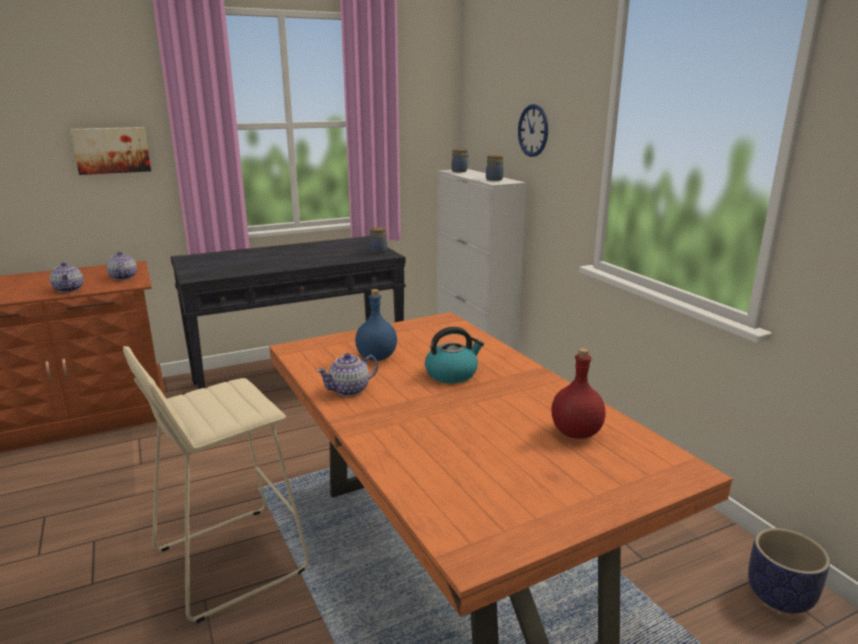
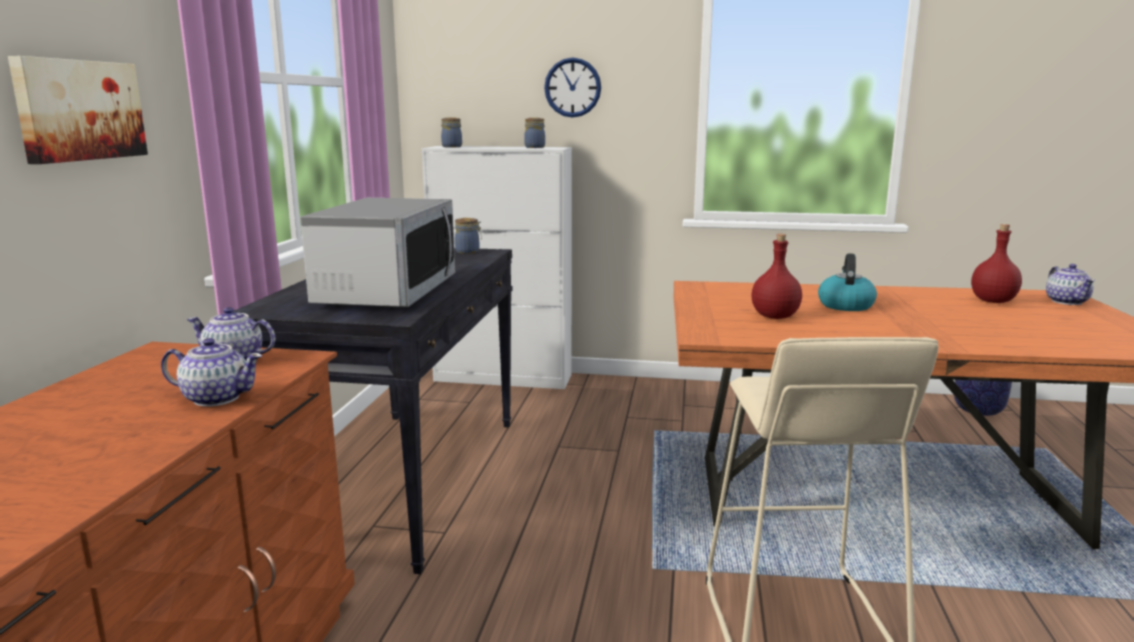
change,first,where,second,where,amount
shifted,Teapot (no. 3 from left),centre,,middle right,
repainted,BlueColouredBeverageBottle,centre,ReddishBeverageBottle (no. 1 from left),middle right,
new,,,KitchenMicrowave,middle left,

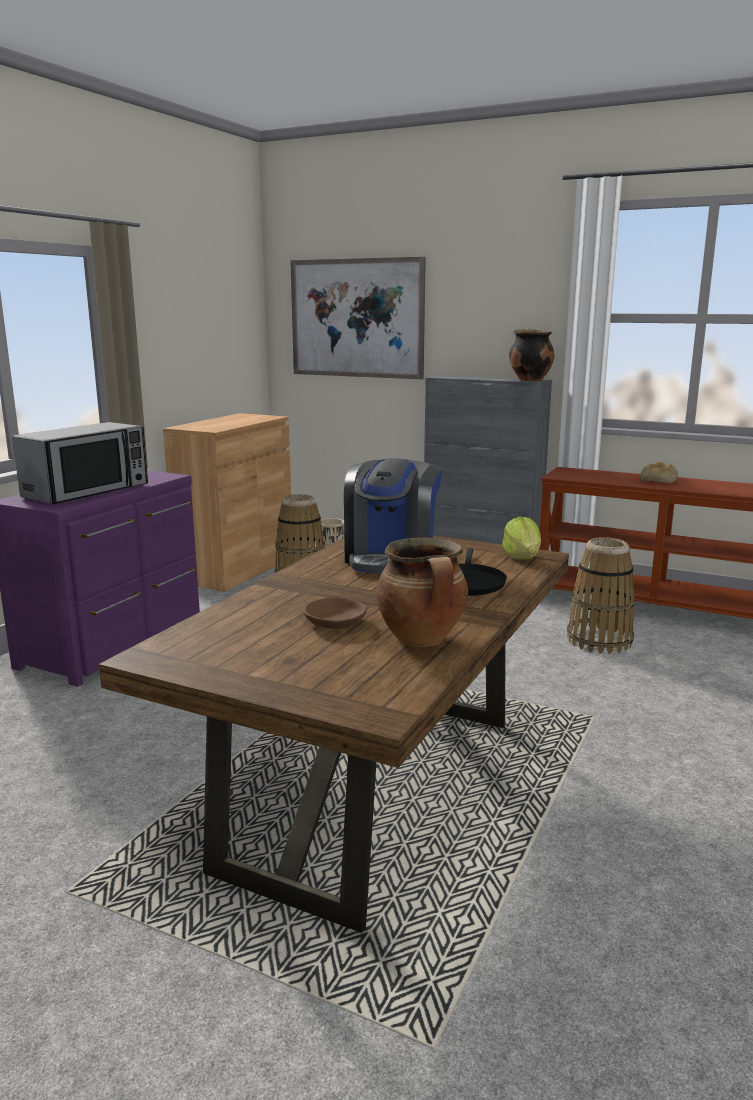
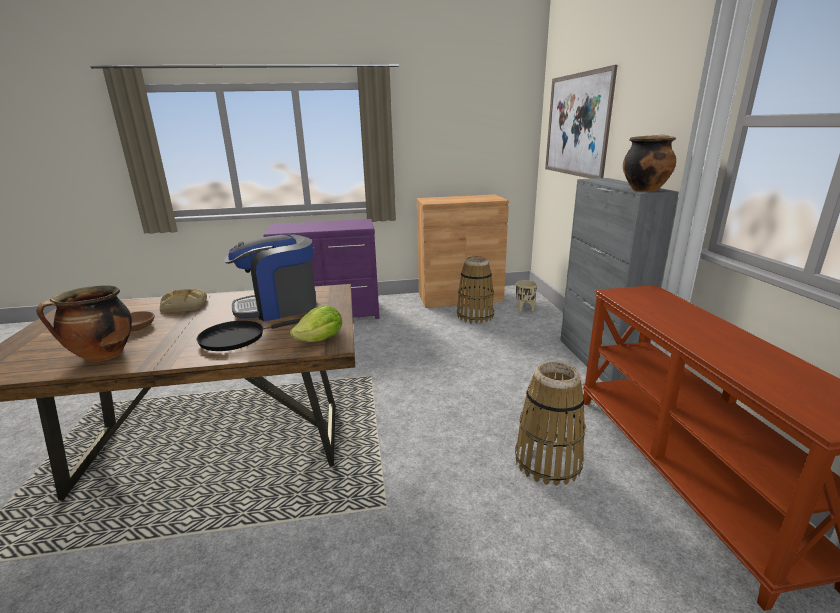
change,first,where,second,where,amount
gone,KitchenMicrowave,middle left,,,
shifted,BakedBread,middle right,,middle left,

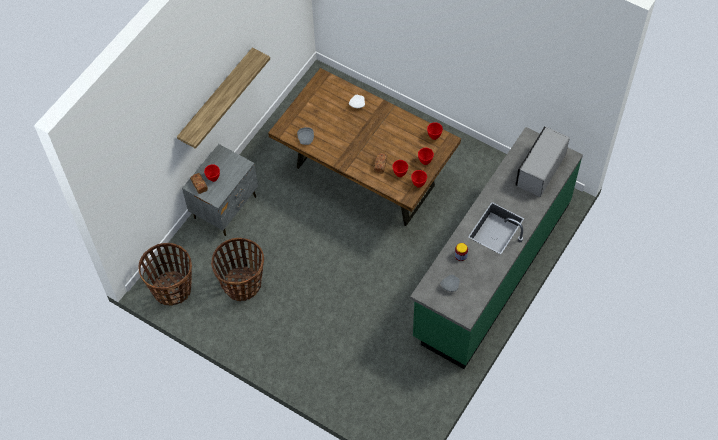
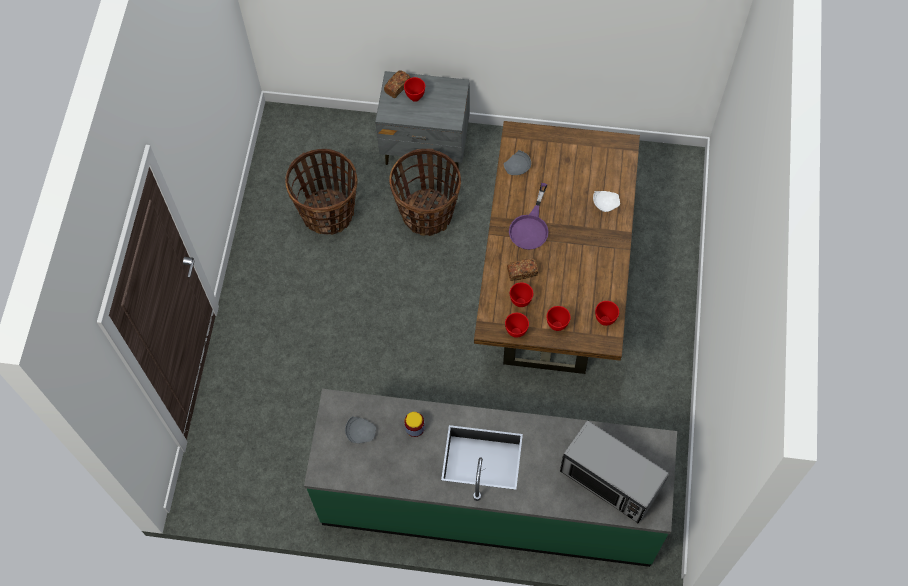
change,first,where,second,where,amount
shifted,Basket (no. 1 from left in the first image),middle left,Basket (no. 2 from left),top centre,
gone,WallShelf,top left,,,
rotated,KitchenMicrowave,middle right,,bottom right,150 degrees counterclockwise
new,,,PurpleColouredPan,centre,

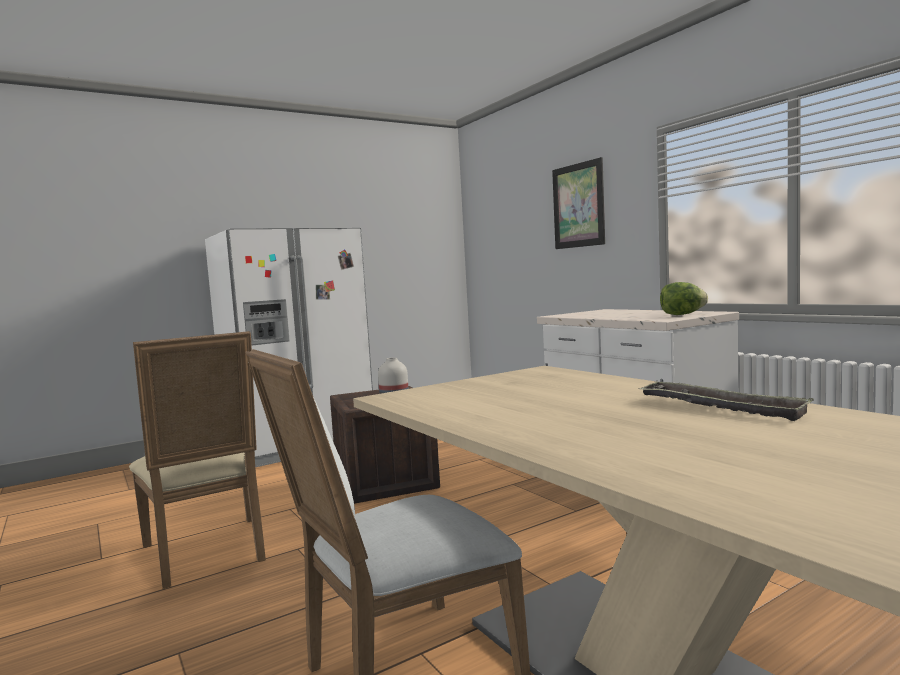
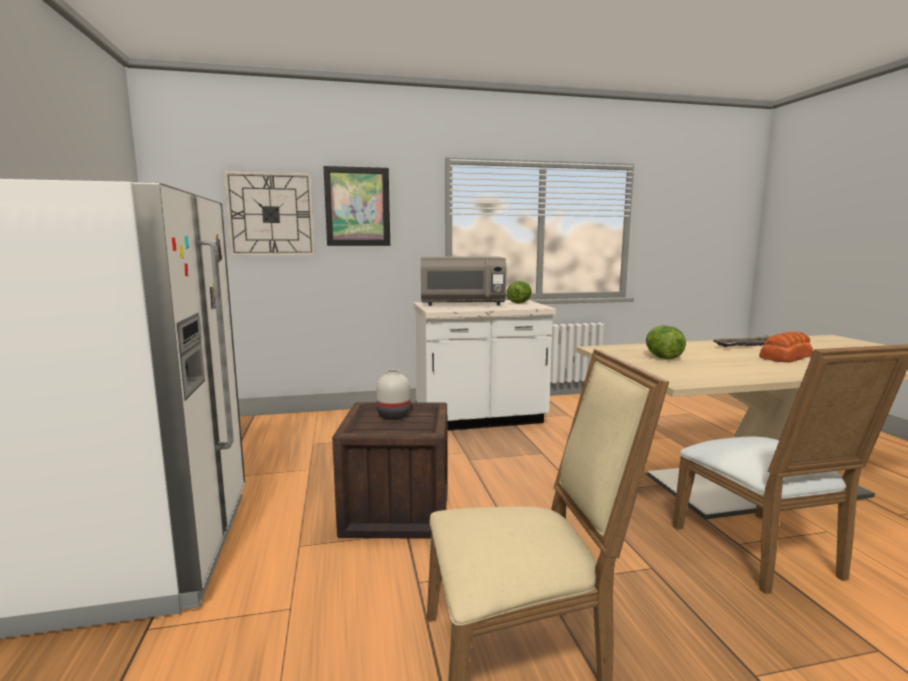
change,first,where,second,where,amount
new,,,ClockOnTheWall,top left,
new,,,GreyKitchenMicrowave,centre,
new,,,HeadOfLettuce (no. 2 from left),middle right,
new,,,BakedBread,middle right,

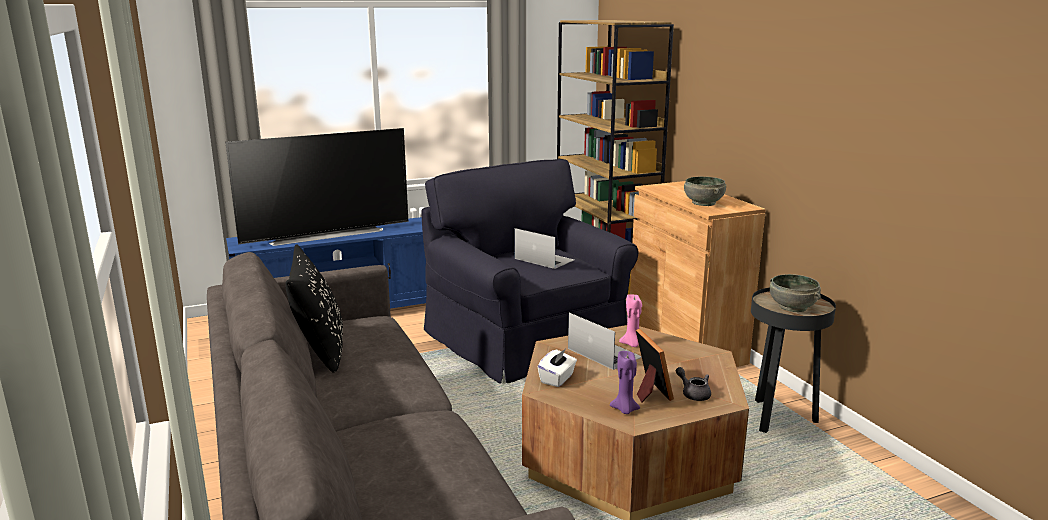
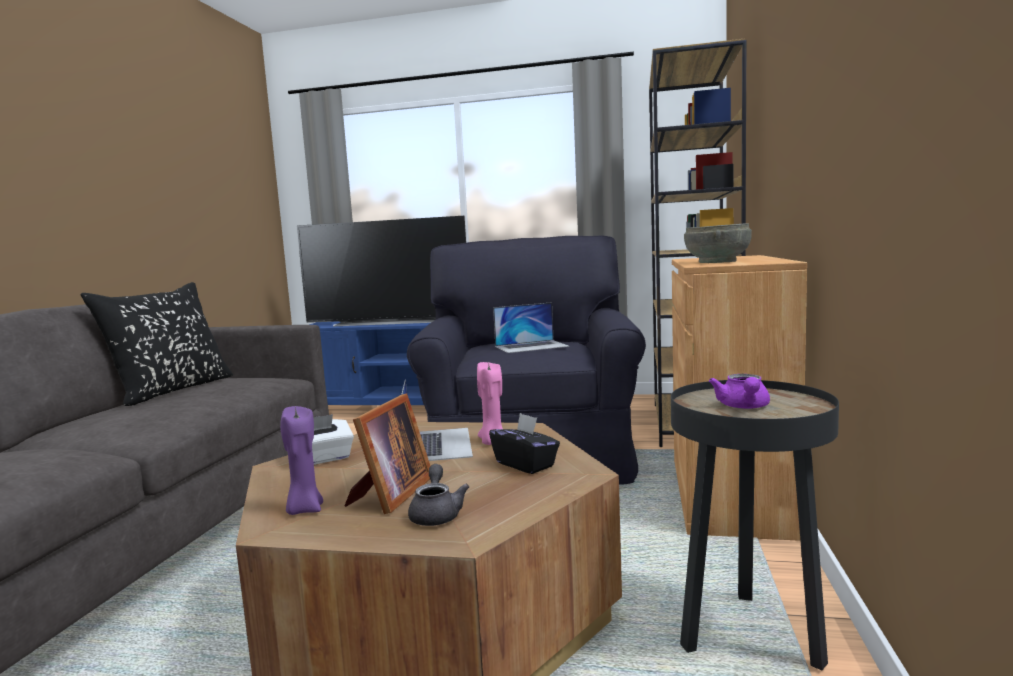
change,first,where,second,where,amount
rotated,Laptop (no. 1 from left in the first image),centre,Laptop (no. 2 from left),centre,90 degrees clockwise
swapped,GreyServingBowl (no. 2 from left),middle right,PurpleColouredTeapot,middle right,
new,,,BlackColouredTissueBox,centre,

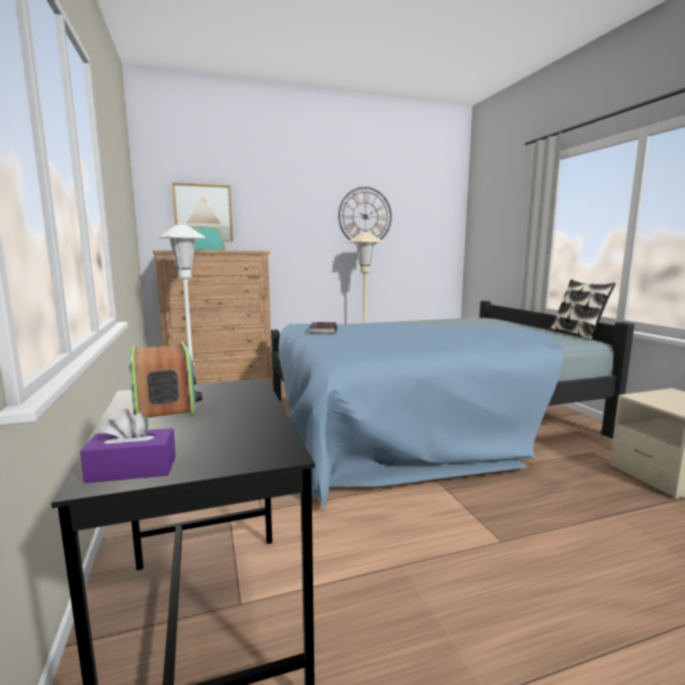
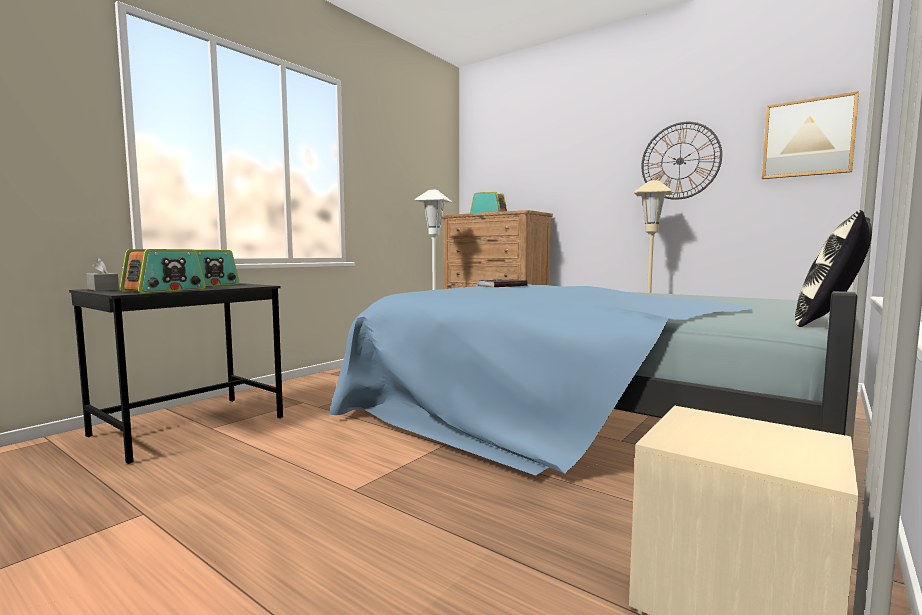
change,first,where,second,where,amount
repainted,PurpleColouredTissueBox,middle left,GreyTissueBox,middle left,
shifted,Picture,top left,,top right,
new,,,RadioSet (no. 1 from left),middle left,

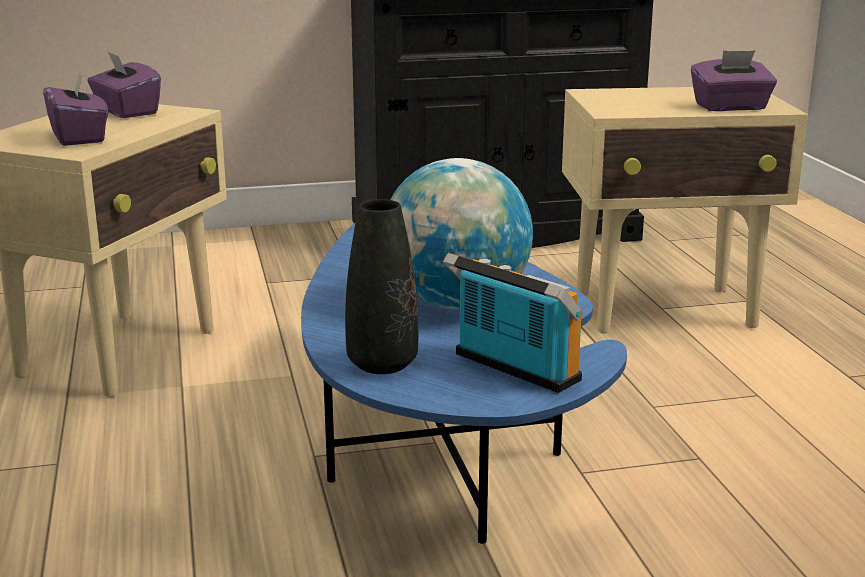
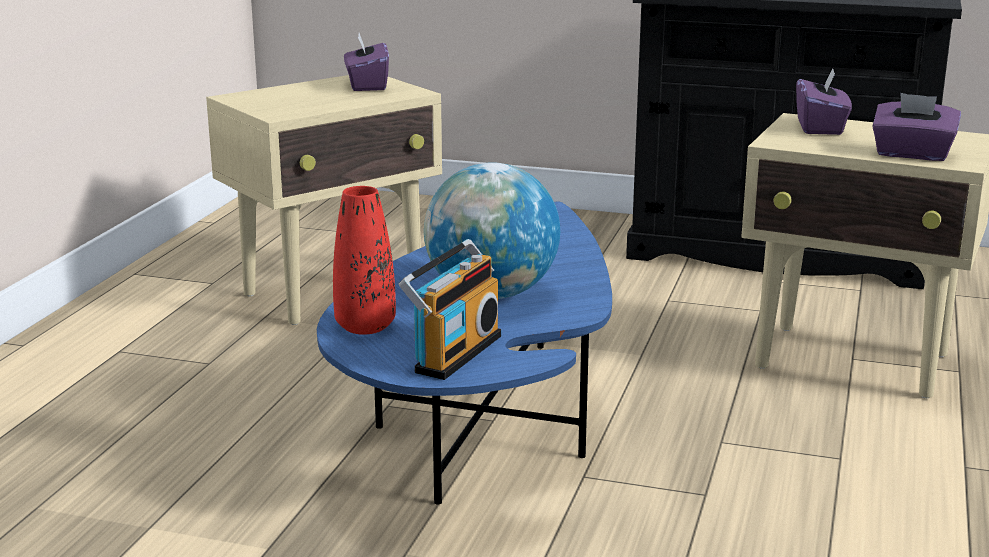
change,first,where,second,where,amount
shifted,PurpleColouredTissueBox (no. 1 from left in the first image),top left,PurpleColouredTissueBox (no. 2 from left),top right,
repainted,BlackColouredVase,centre,ReddishVase,centre,
rotated,RadioSet,centre,,centre,45 degrees clockwise

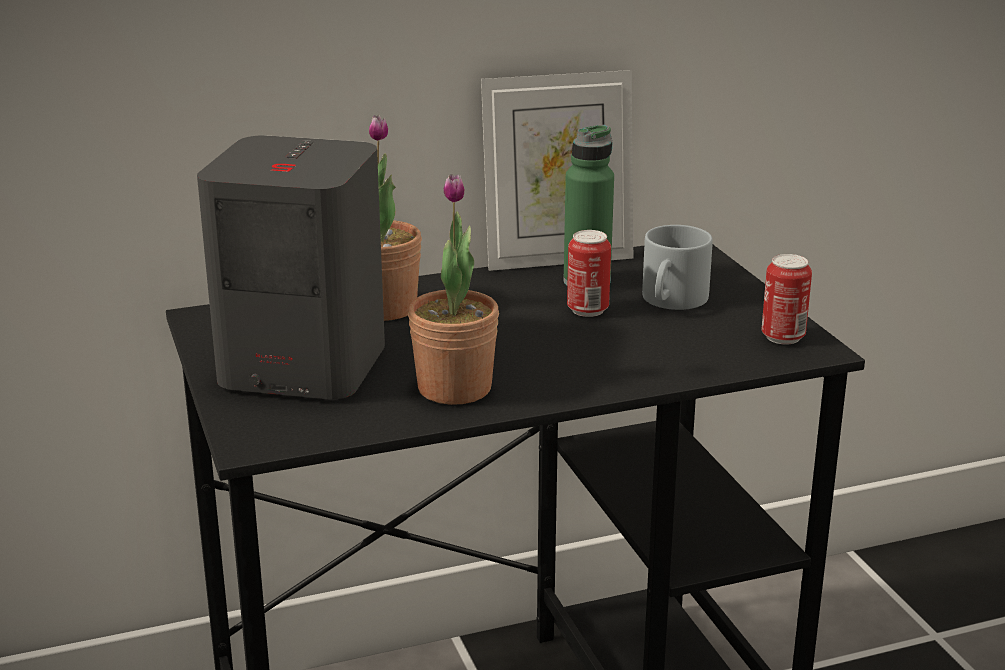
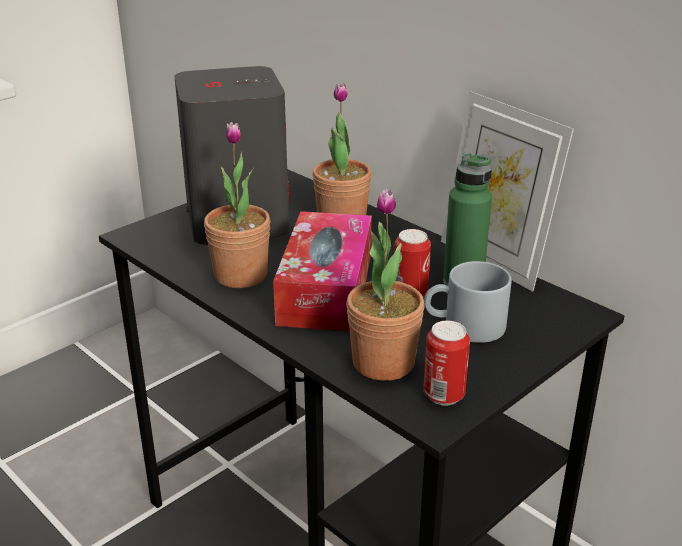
change,first,where,second,where,amount
new,,,TissueBox,centre,
new,,,Houseplant (no. 3 from left),centre,

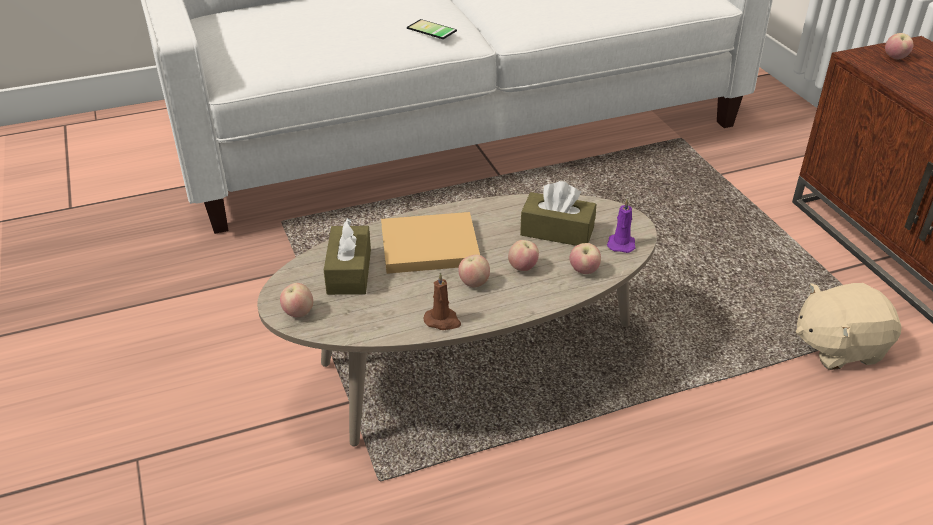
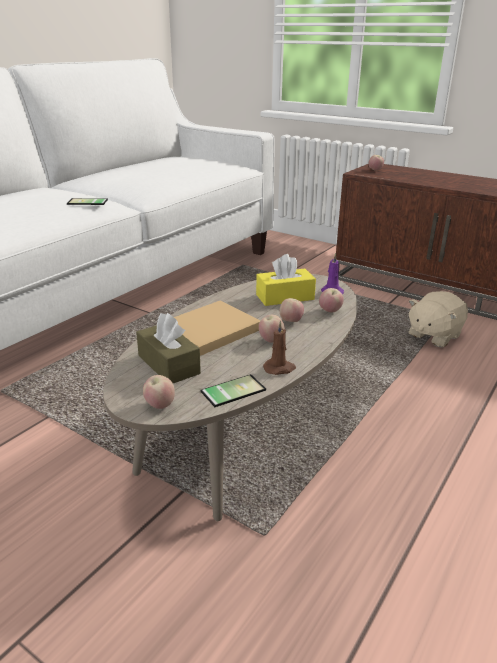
change,first,where,second,where,amount
repainted,BrownTissueBox (no. 2 from left),centre,YellowTissueBox,centre,
new,,,Handset (no. 2 from left),centre,

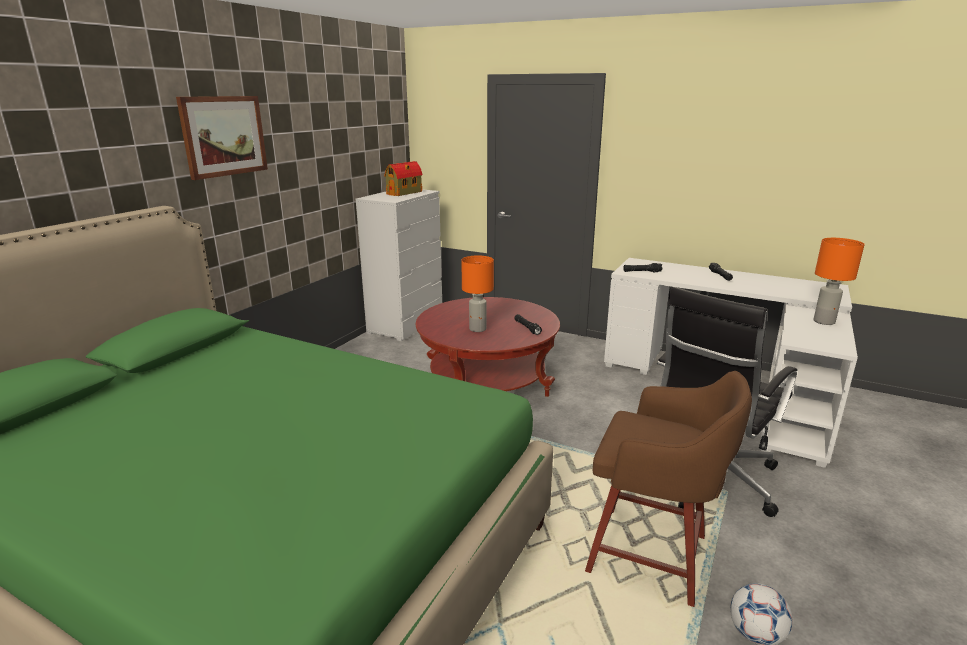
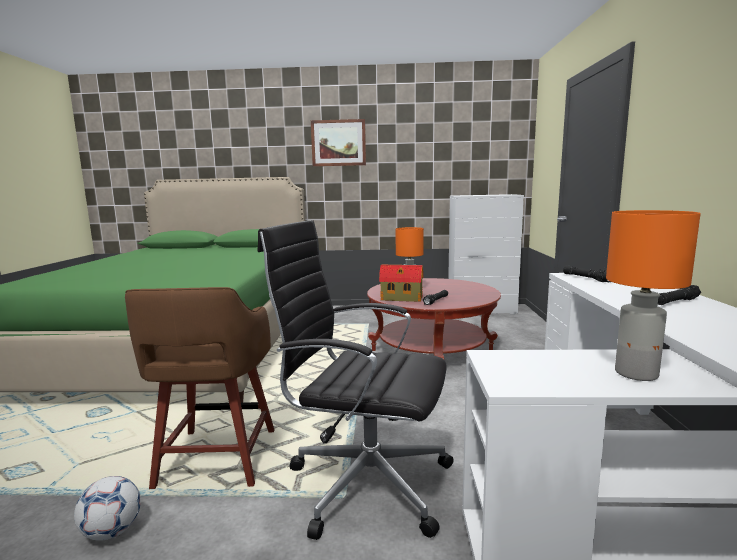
change,first,where,second,where,amount
shifted,ModelHouse,top centre,,centre,

